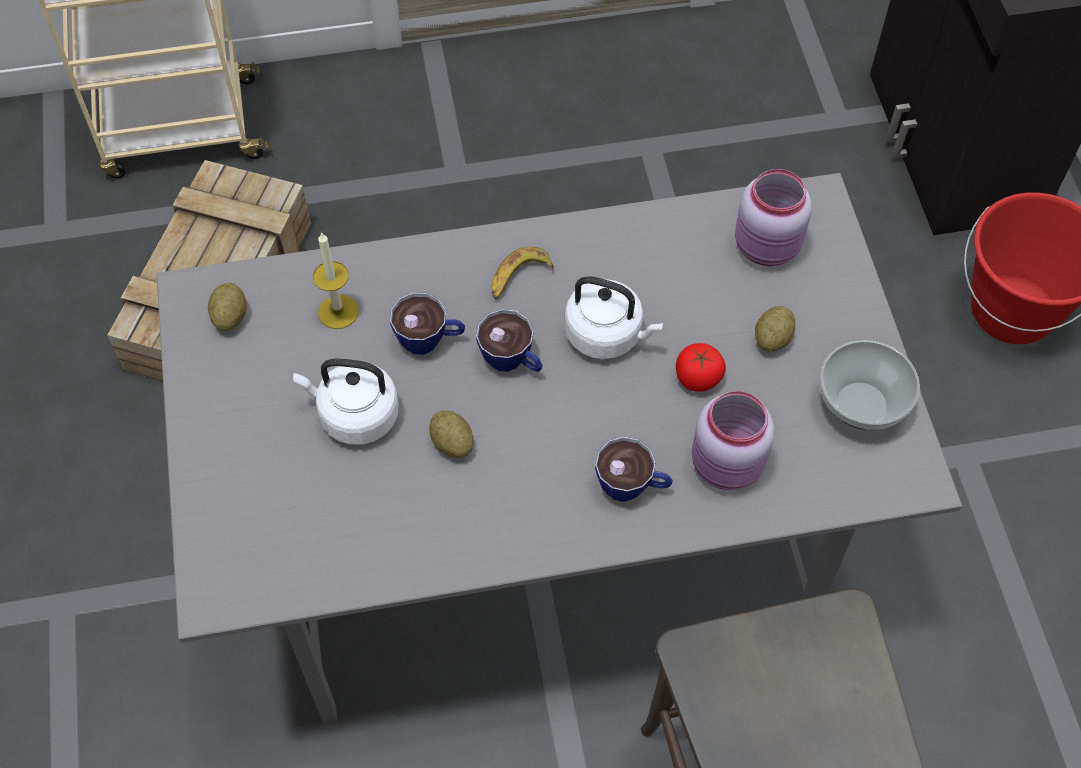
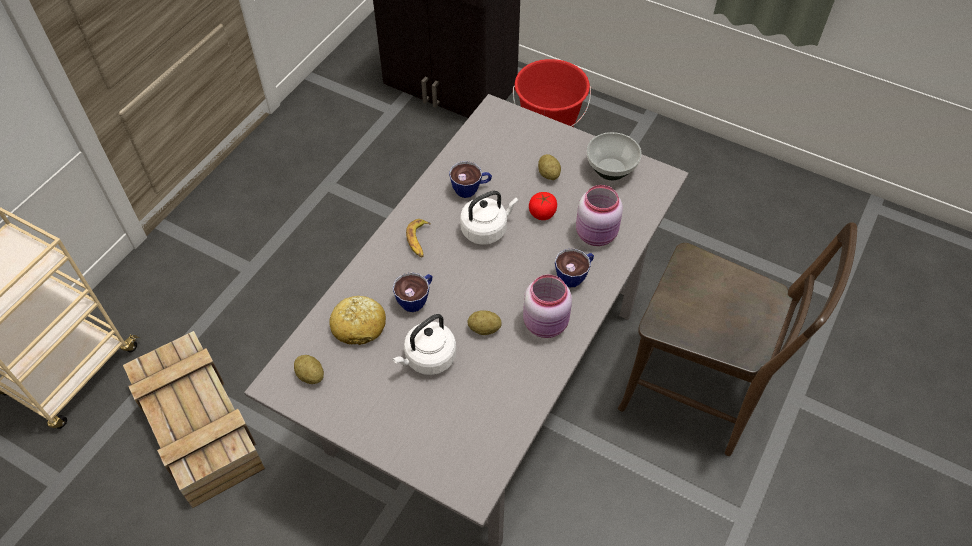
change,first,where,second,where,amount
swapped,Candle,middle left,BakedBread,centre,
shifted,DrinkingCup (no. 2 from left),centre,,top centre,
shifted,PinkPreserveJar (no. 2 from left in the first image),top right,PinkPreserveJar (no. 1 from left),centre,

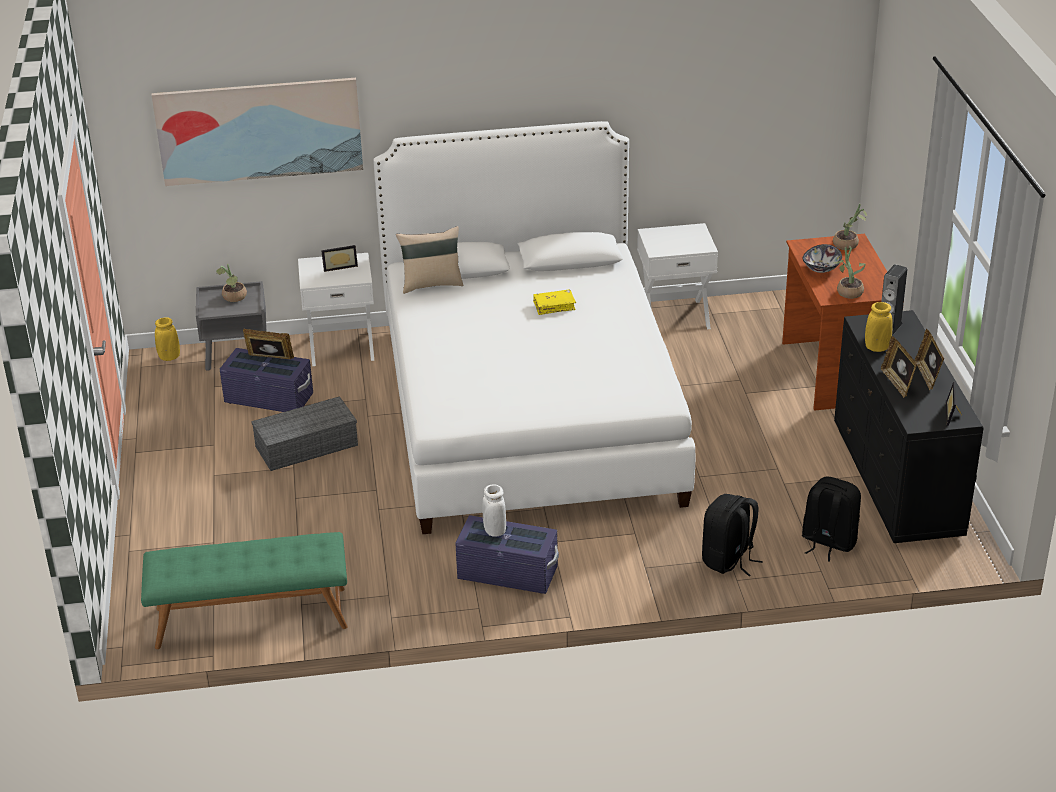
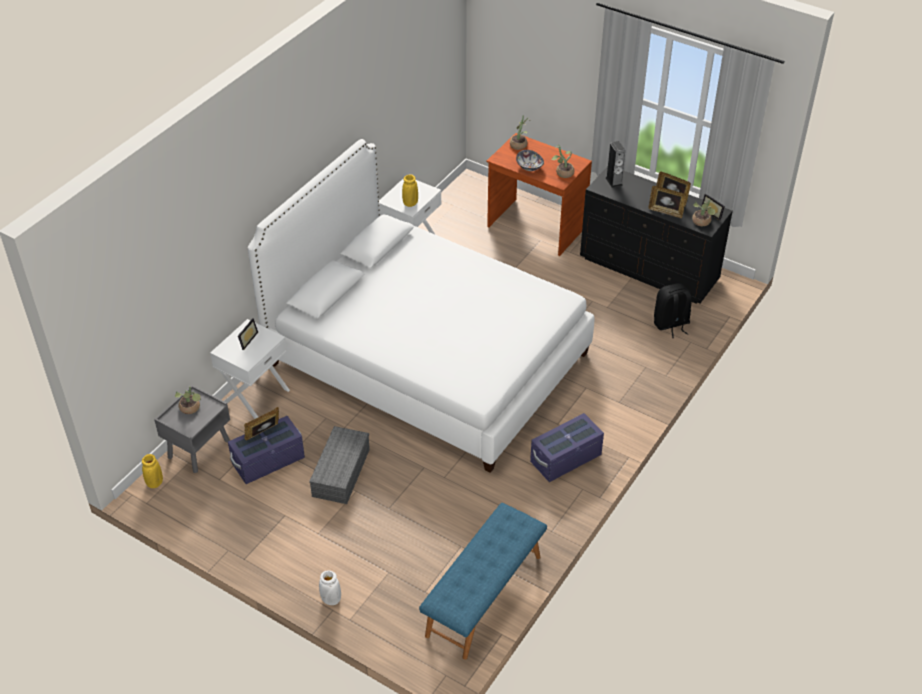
change,first,where,second,where,amount
repainted,GreenLongSeat,bottom left,BlueColouredLongSeat,bottom centre,
gone,Picture,top left,,,
gone,BeigeCushion,top centre,,,
shifted,WhitishVase,centre,,bottom centre,
gone,YellowVolume,centre,,,
gone,BlackColouredBackpack (no. 1 from left),bottom right,,,
shifted,YellowVase (no. 2 from left),middle right,,top centre,
new,,,Houseplant (no. 4 from left),top right,

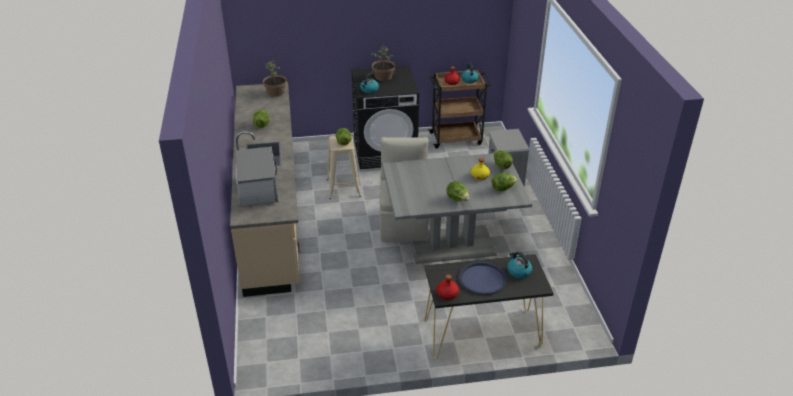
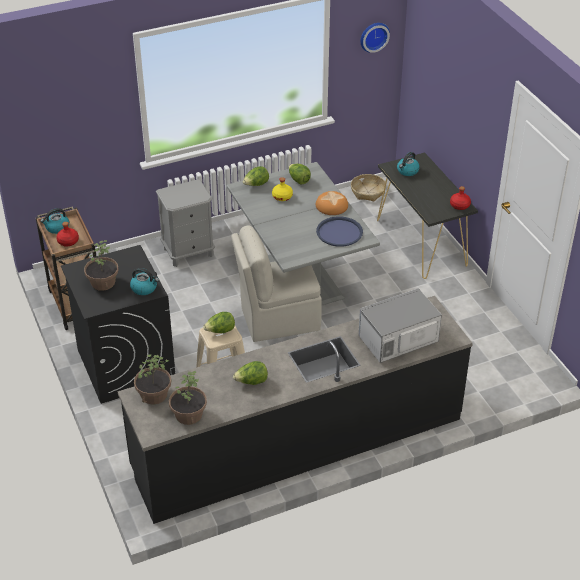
change,first,where,second,where,amount
repainted,BeigeCounter,centre,BlackColouredCounter,bottom centre,
swapped,HeadOfLettuce (no. 3 from left),centre,BakedBread,centre,
shifted,BlueColouredCarryingTray,bottom centre,,centre,
new,,,Houseplant (no. 3 from left),bottom left,
new,,,Basket,top centre,
new,,,ClockOnTheWall,top centre,

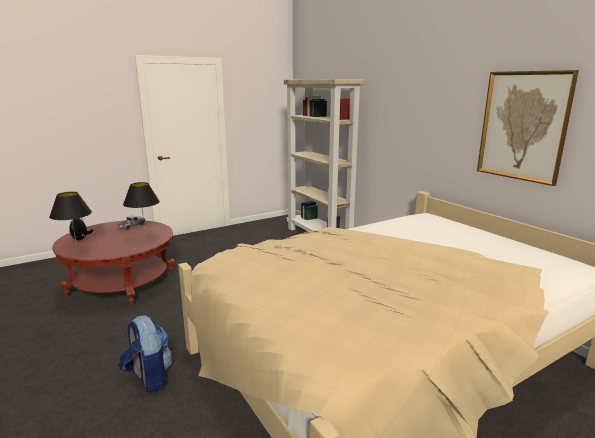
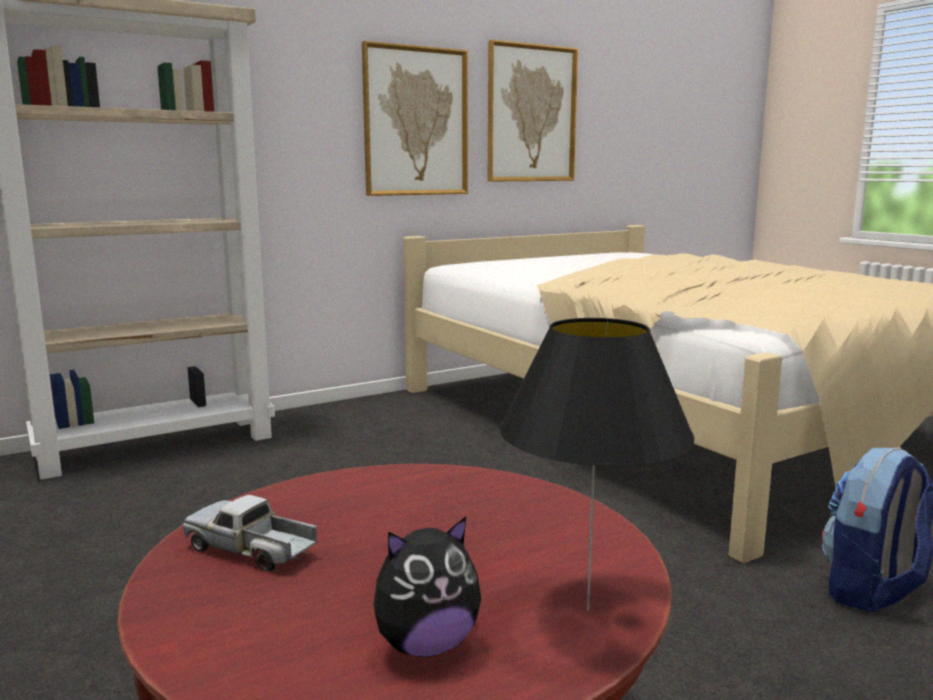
change,first,where,second,where,amount
gone,BlackColouredTableLamp (no. 2 from left),middle left,,,
new,,,Picture (no. 1 from left),top centre,

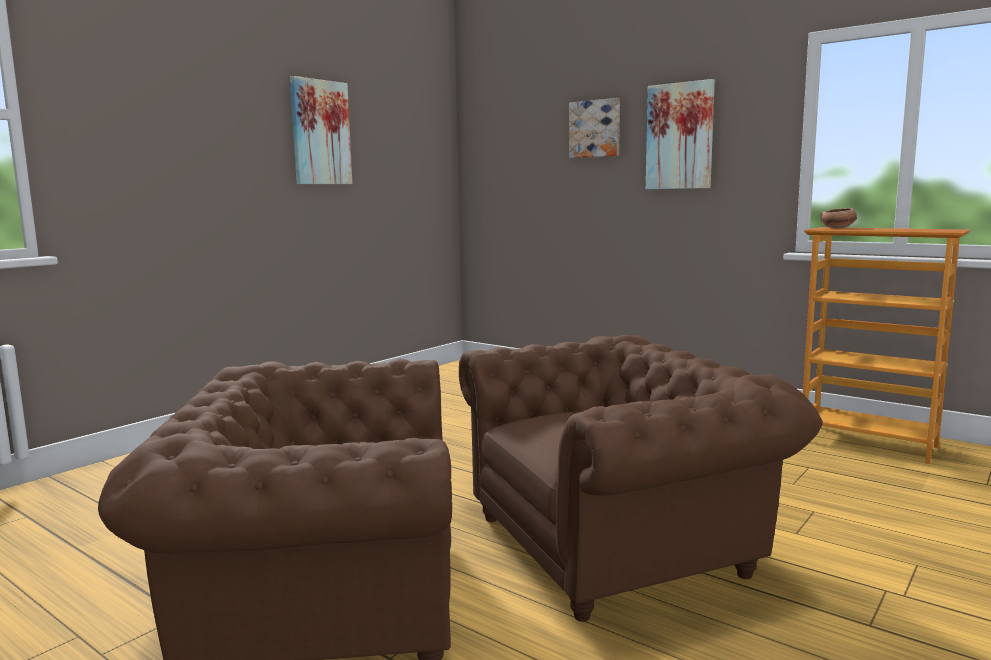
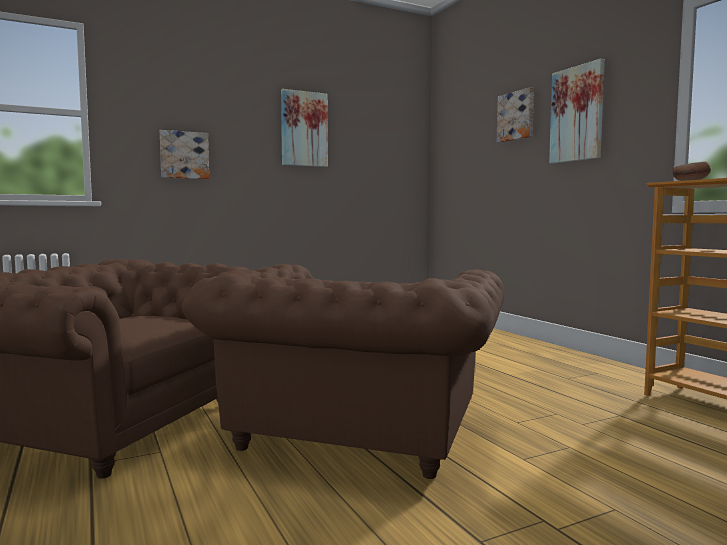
change,first,where,second,where,amount
rotated,BrownEasyChair (no. 2 from left),bottom centre,,bottom centre,105 degrees clockwise
new,,,Picture (no. 1 from left),top left,

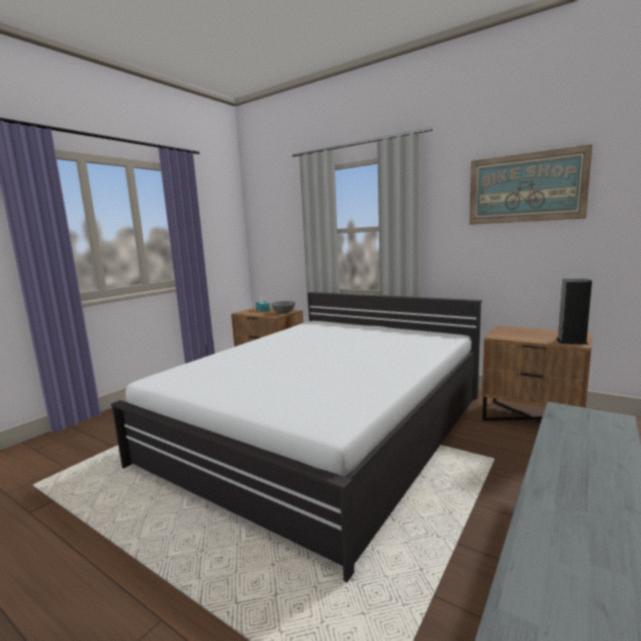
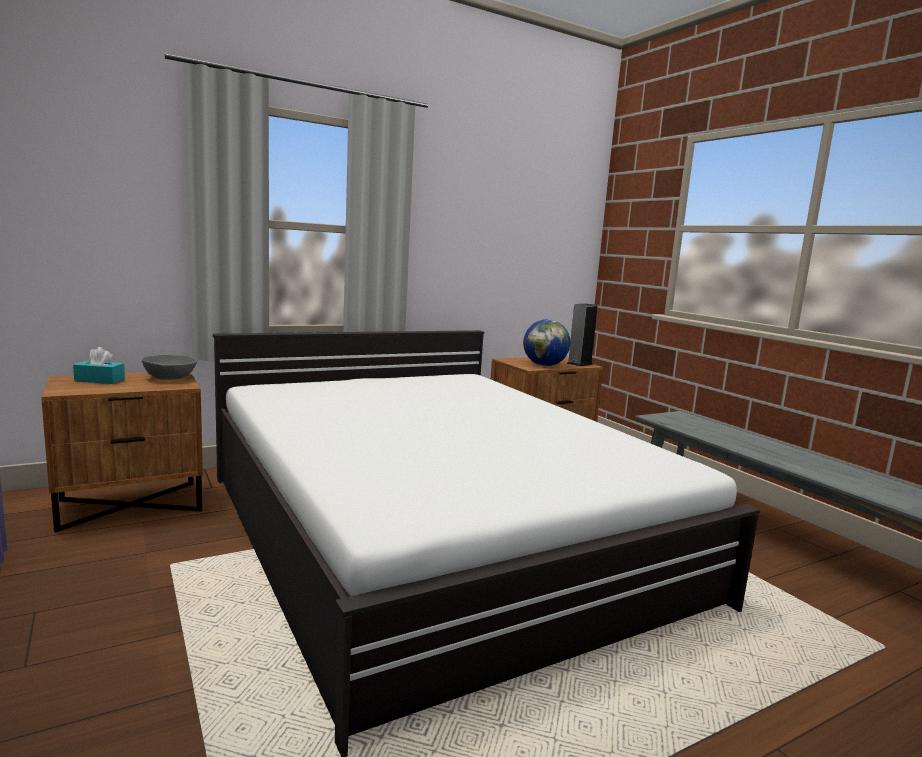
change,first,where,second,where,amount
gone,Picture,top right,,,
new,,,Globe,centre,

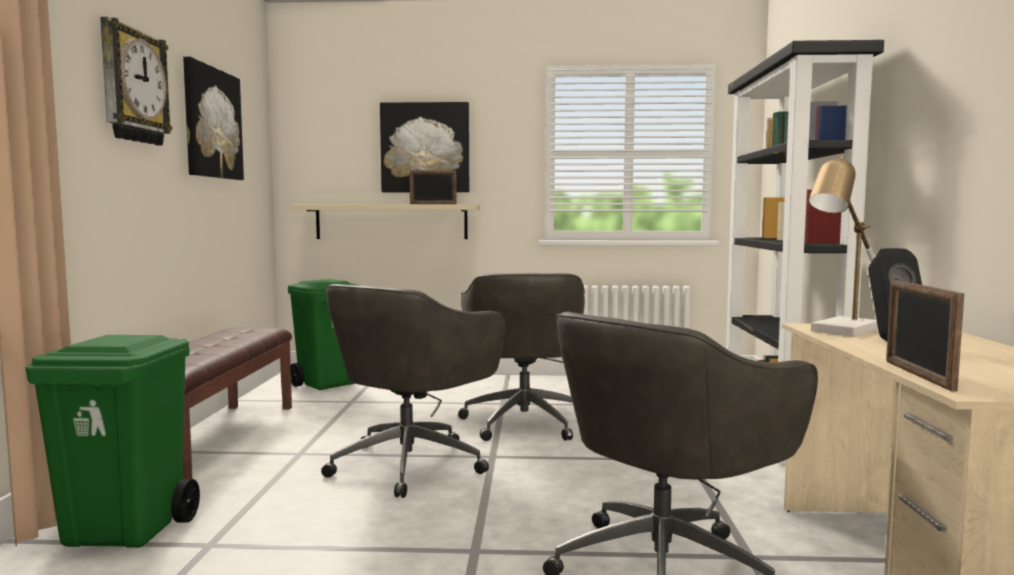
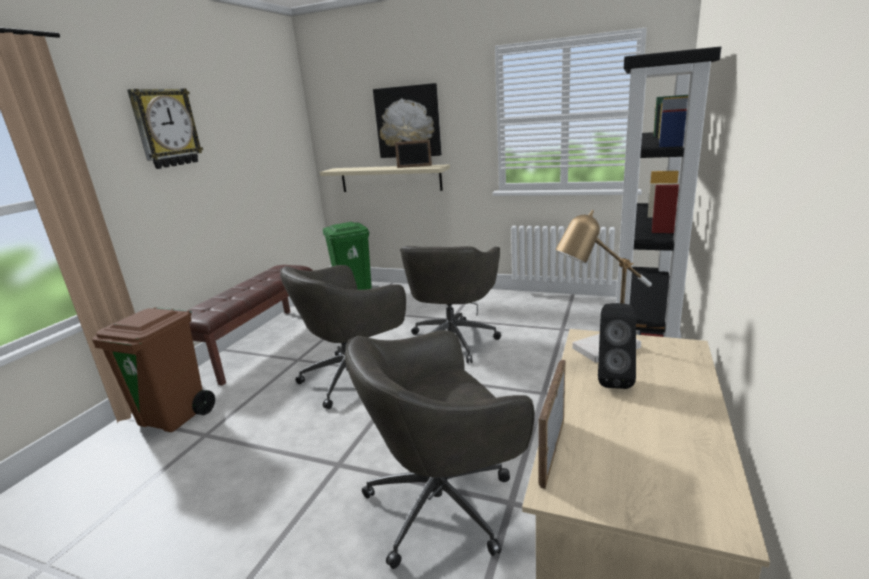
change,first,where,second,where,amount
repainted,GreenWasteBin (no. 1 from left),bottom left,BrownWasteBin,middle left,
gone,Picture (no. 1 from left),top left,,,

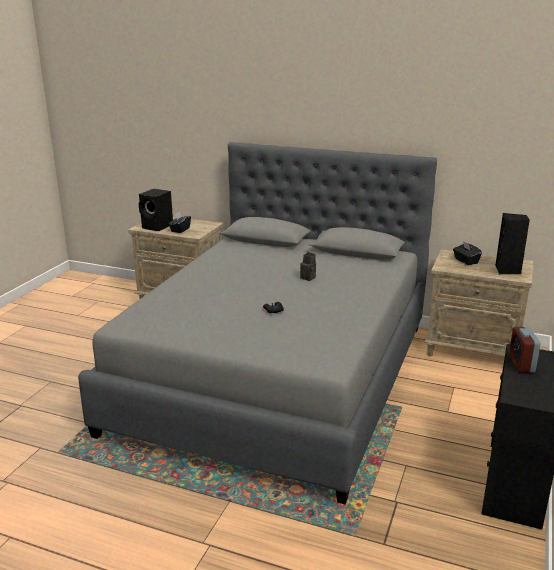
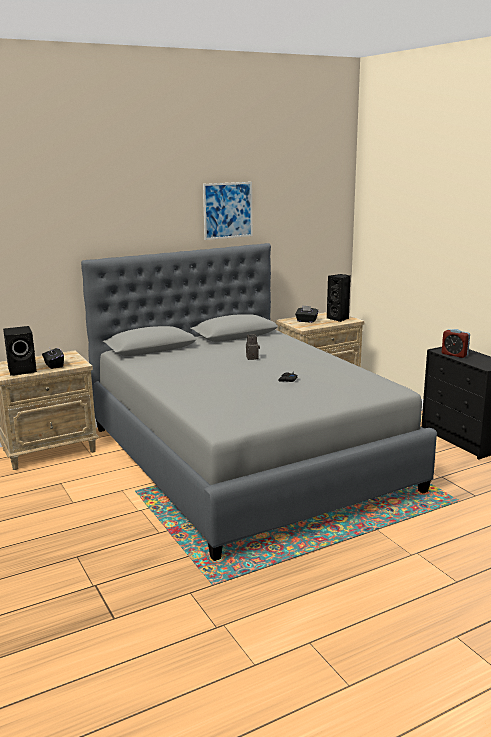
change,first,where,second,where,amount
new,,,Picture,top centre,

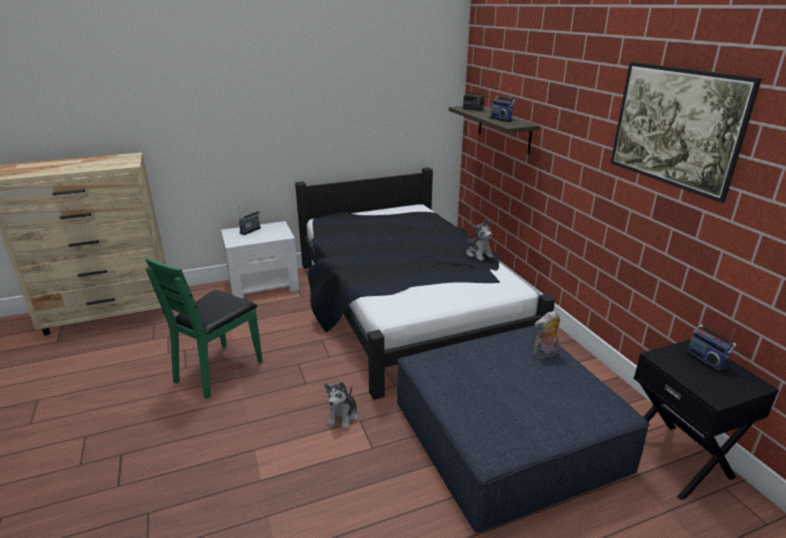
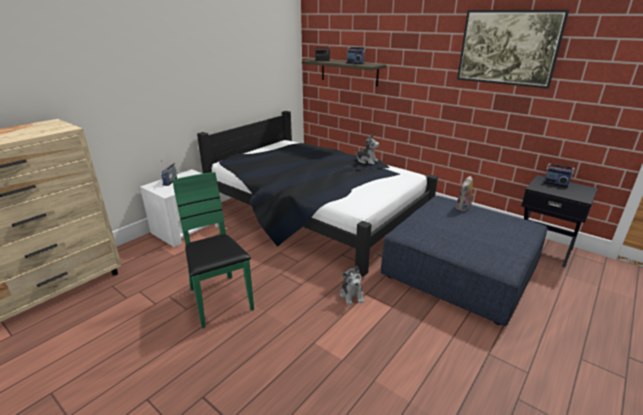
change,first,where,second,where,amount
rotated,GreenChair,middle left,,middle left,150 degrees clockwise

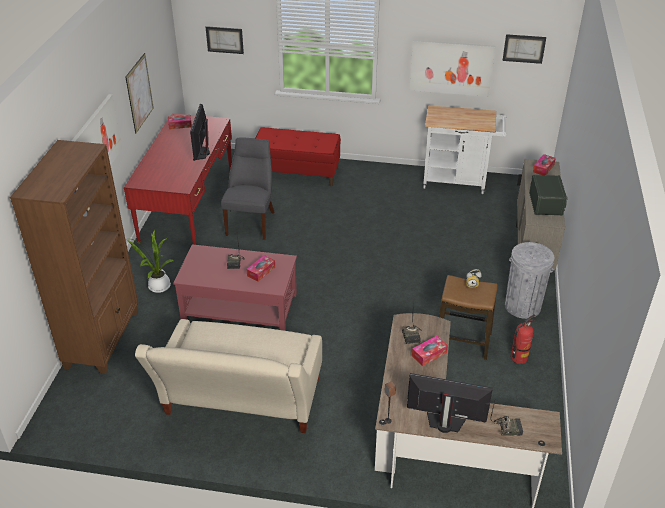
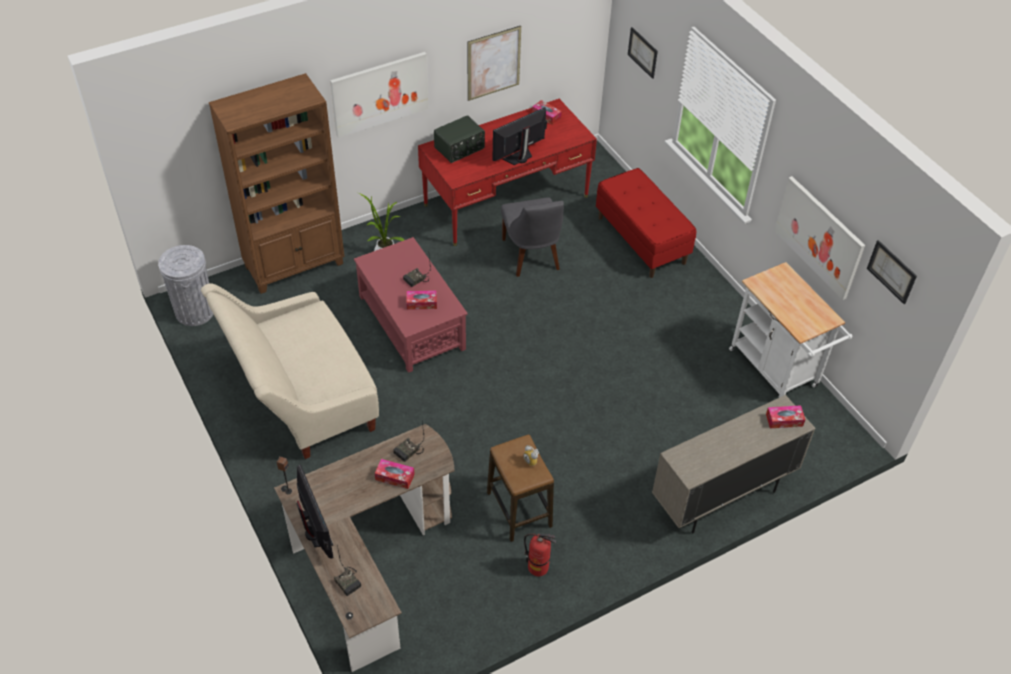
change,first,where,second,where,amount
rotated,GreyChair,centre,,centre,105 degrees clockwise
shifted,GreyWasteBin,middle right,,middle left,
shifted,RadioSet (no. 4 from left),middle right,,top centre,

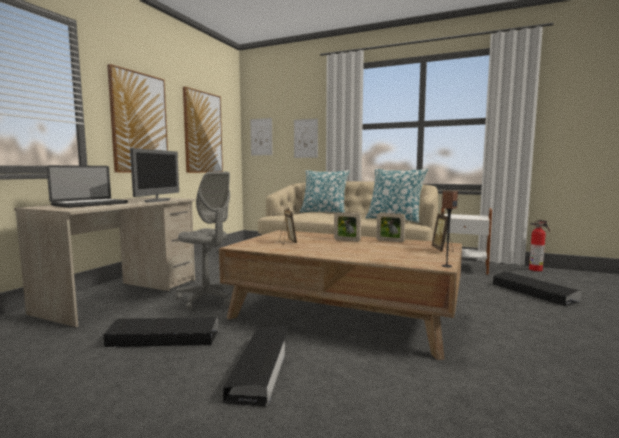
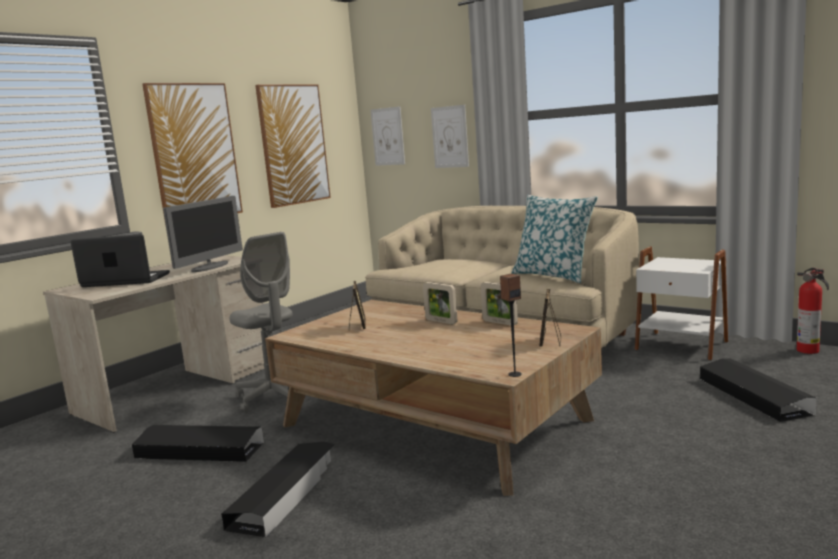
change,first,where,second,where,amount
rotated,Laptop,middle left,,middle left,135 degrees counterclockwise
gone,Cushion (no. 1 from left),centre,,,

